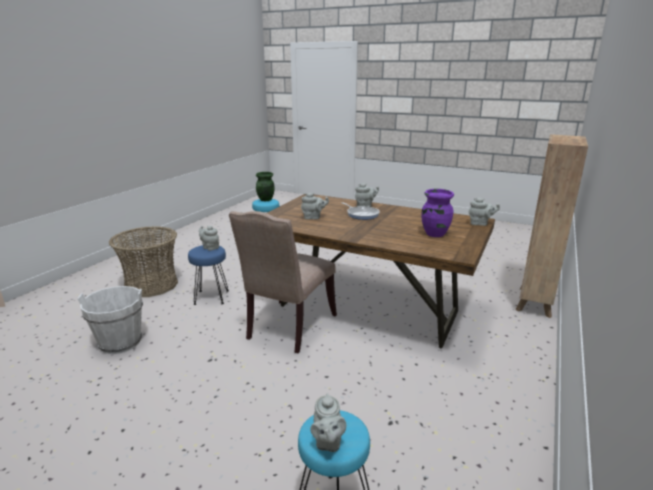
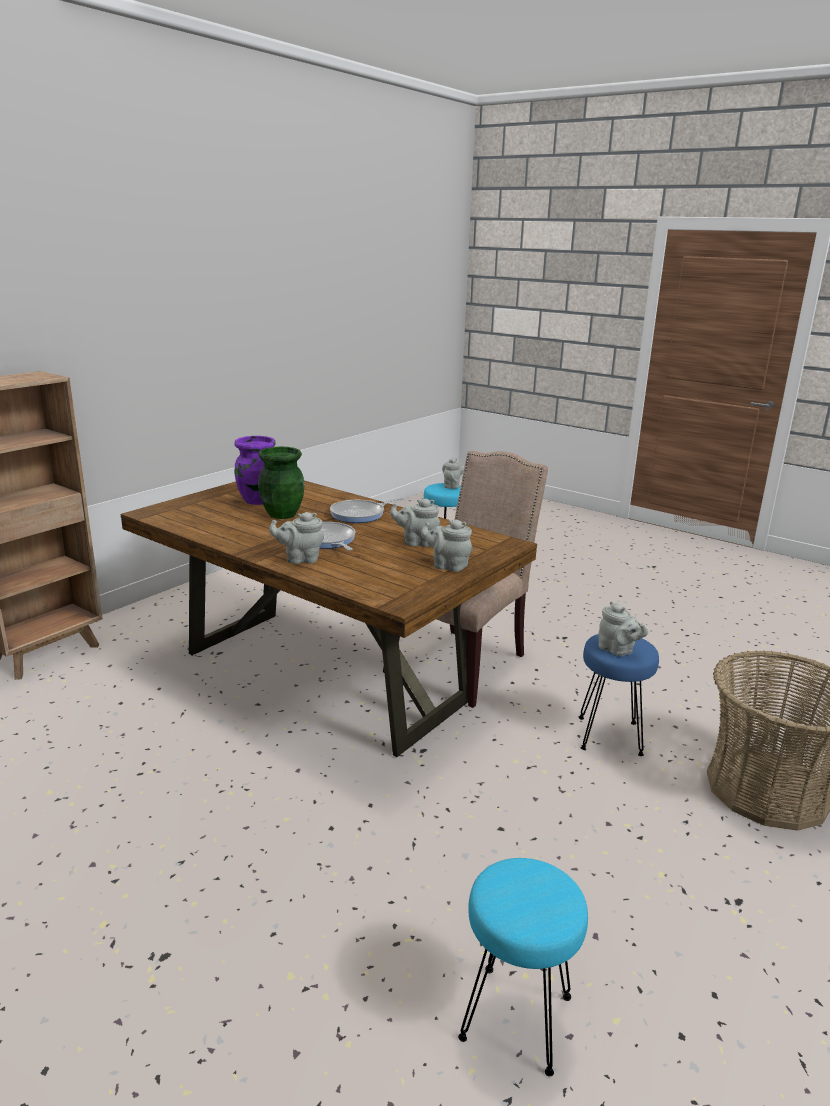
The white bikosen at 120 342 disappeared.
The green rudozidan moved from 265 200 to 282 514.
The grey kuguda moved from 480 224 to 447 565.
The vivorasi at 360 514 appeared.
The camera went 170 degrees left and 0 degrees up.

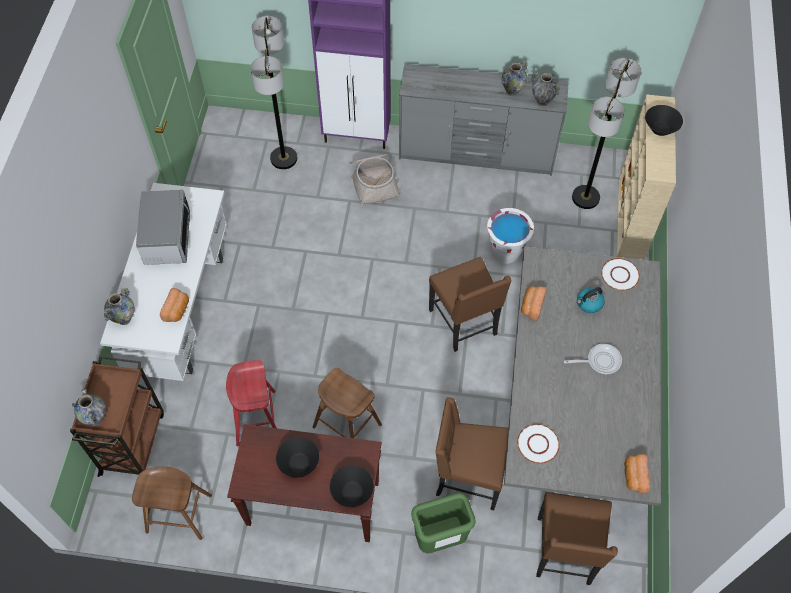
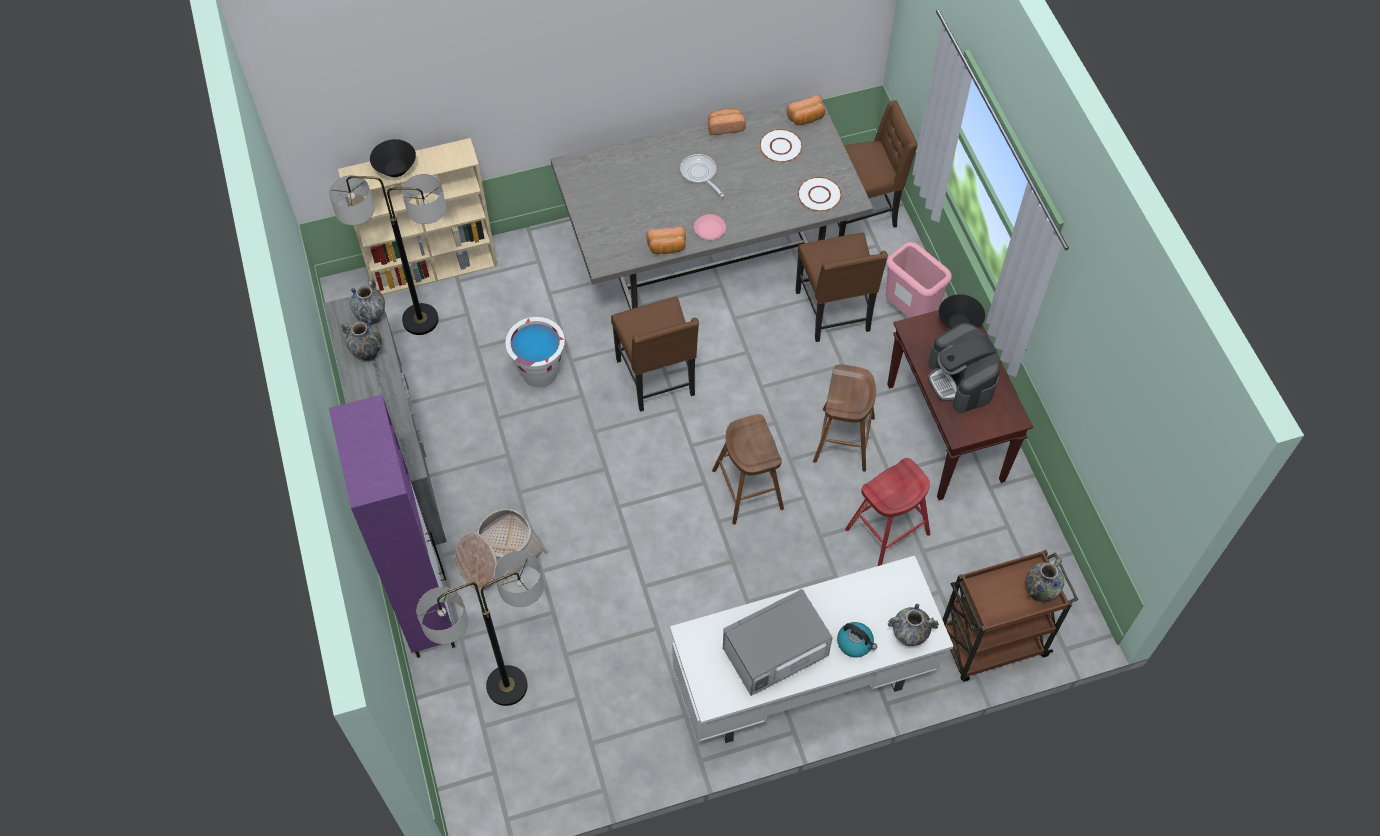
The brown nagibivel moved from 178 513 to 748 489.
The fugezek moved from 177 310 to 725 126.
The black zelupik at 299 463 was replaced by the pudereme at 960 380.
The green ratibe at 440 539 became the pink ratibe at 910 312.
The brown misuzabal at 464 323 turned 120 degrees clockwise.
The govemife moved from 589 303 to 855 643.
The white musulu moved from 619 275 to 781 147.
The pink musulu at 710 229 appeared.
The camera went 115 degrees left and 0 degrees up.

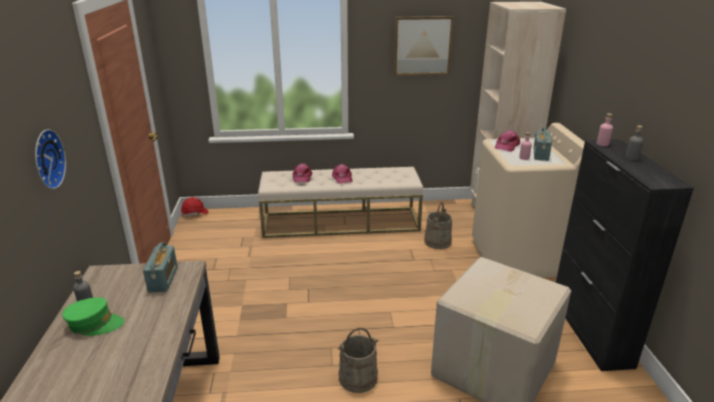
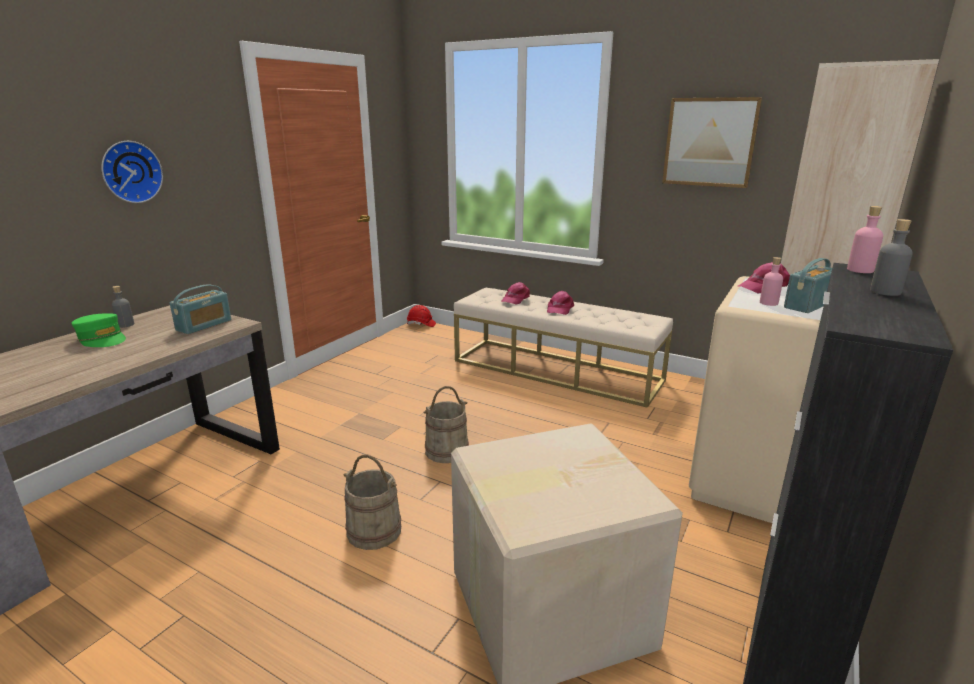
The beige bikosen moved from 437 241 to 446 450.
The camera went 35 degrees right and 5 degrees down.

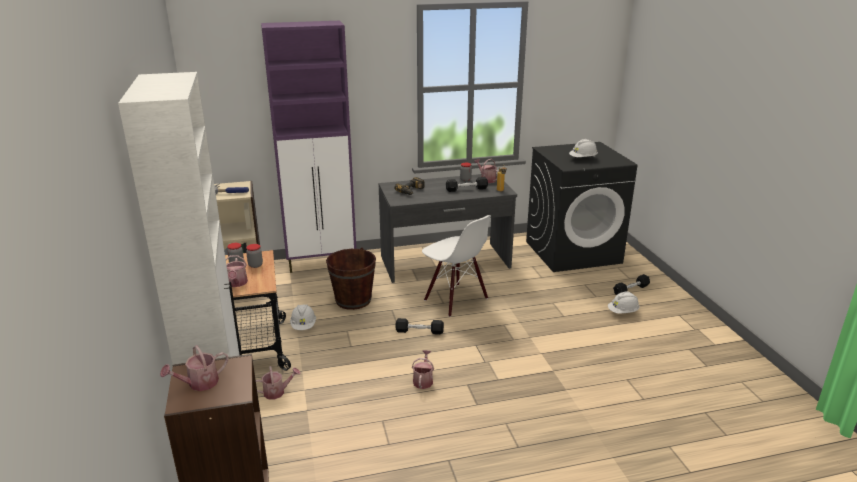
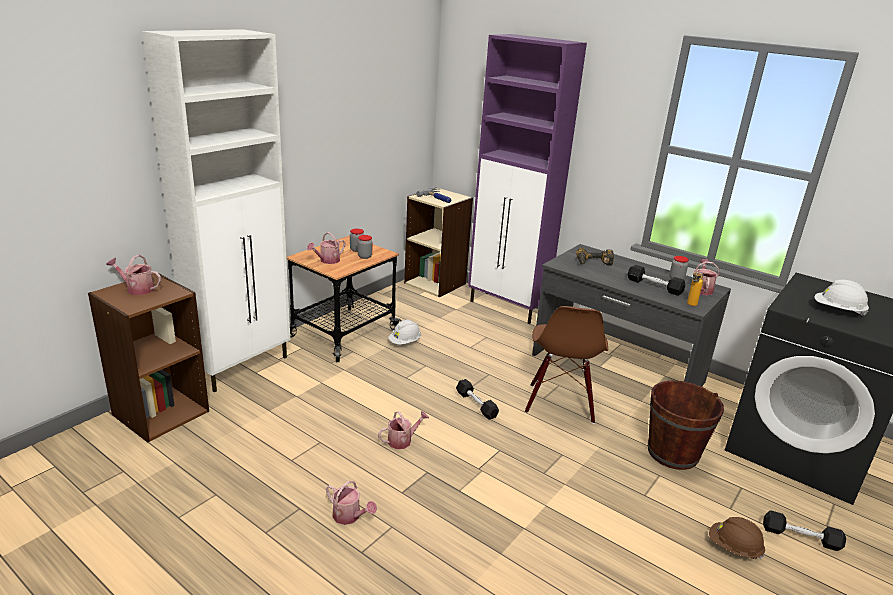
The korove moved from 277 392 to 349 516.
The brown bikosen moved from 353 300 to 673 453.
The white misuzabal at 455 300 became the brown misuzabal at 559 403.
The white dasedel at 623 312 became the brown dasedel at 733 548.
The camera went 50 degrees right and 0 degrees up.

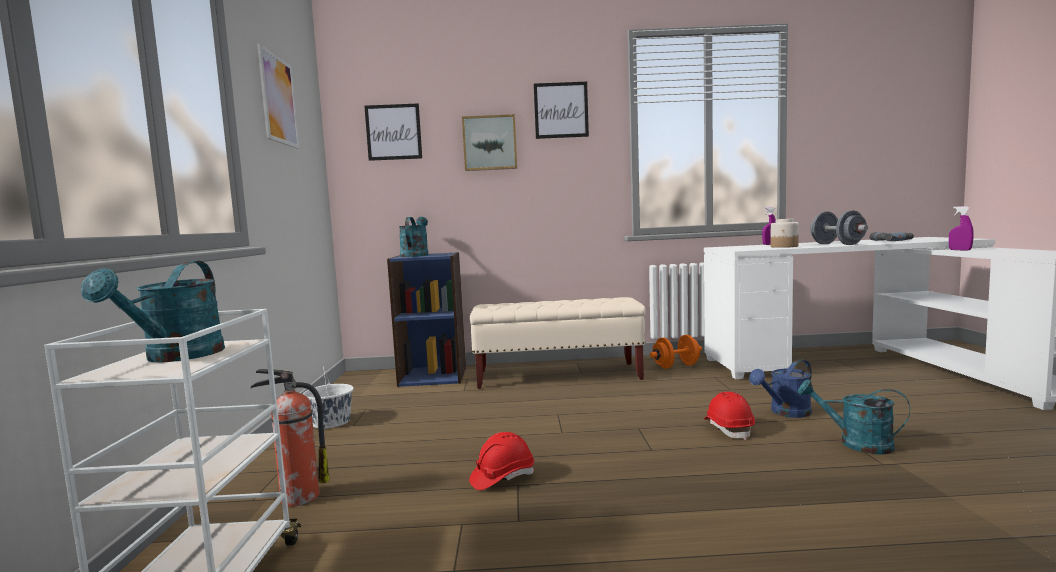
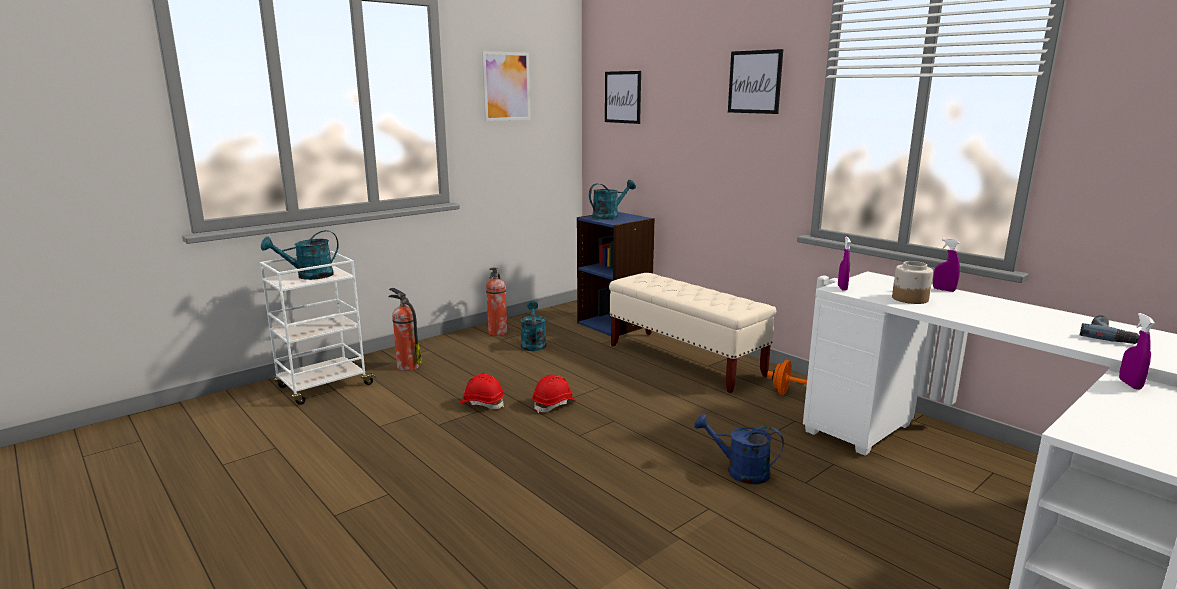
The white bikosen at 331 422 was replaced by the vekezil at 497 333.
The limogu at 490 143 disappeared.
The red dasedel moved from 728 428 to 554 404.
The turquoise korove moved from 856 443 to 533 344.
The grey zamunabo at 837 244 disappeared.
The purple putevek at 842 288 appeared.
The camera went 50 degrees right and 10 degrees up.

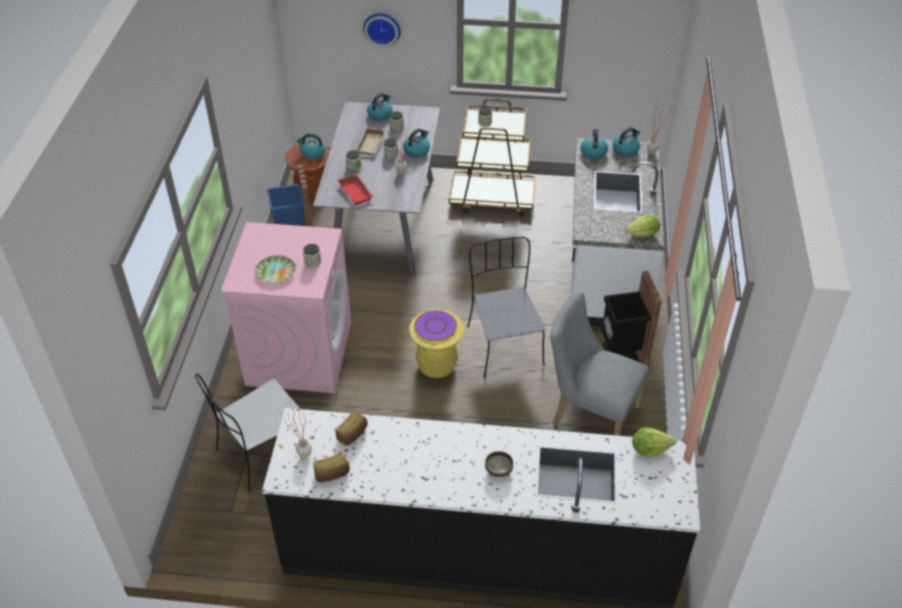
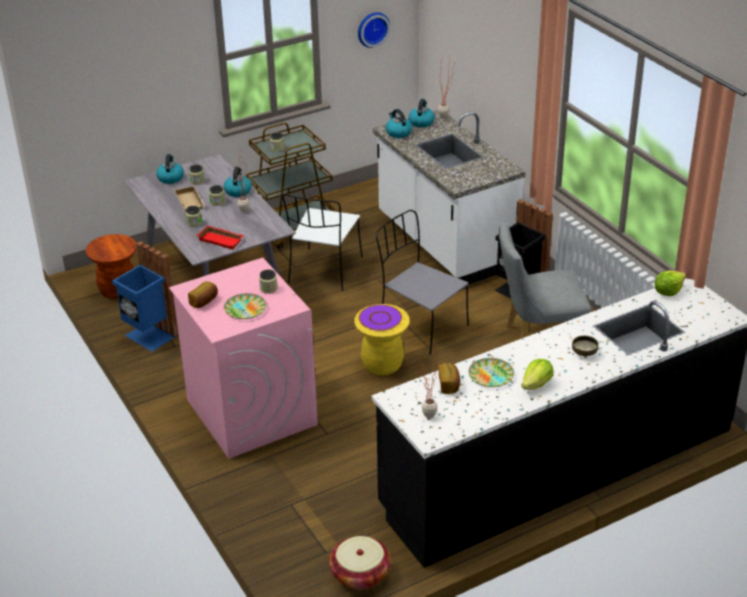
The white misuzabal moved from 263 453 to 325 271.
The govemife at 312 153 disappeared.
The fugezek moved from 332 474 to 204 301.
The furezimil moved from 382 28 to 372 28.
The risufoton moved from 643 235 to 536 385.
The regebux at 360 574 appeared.
The musulu at 491 375 appeared.
The camera went 35 degrees left and 10 degrees down.

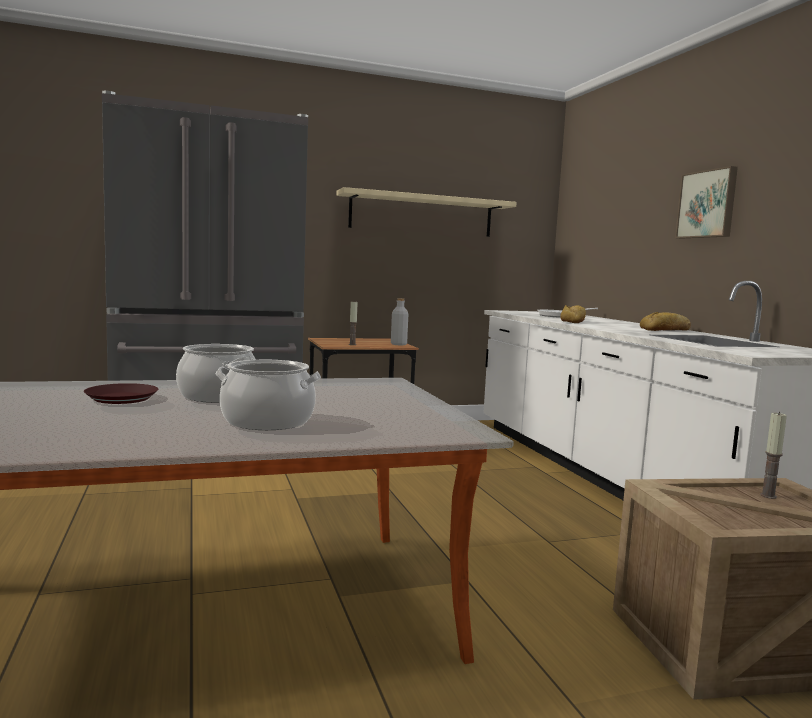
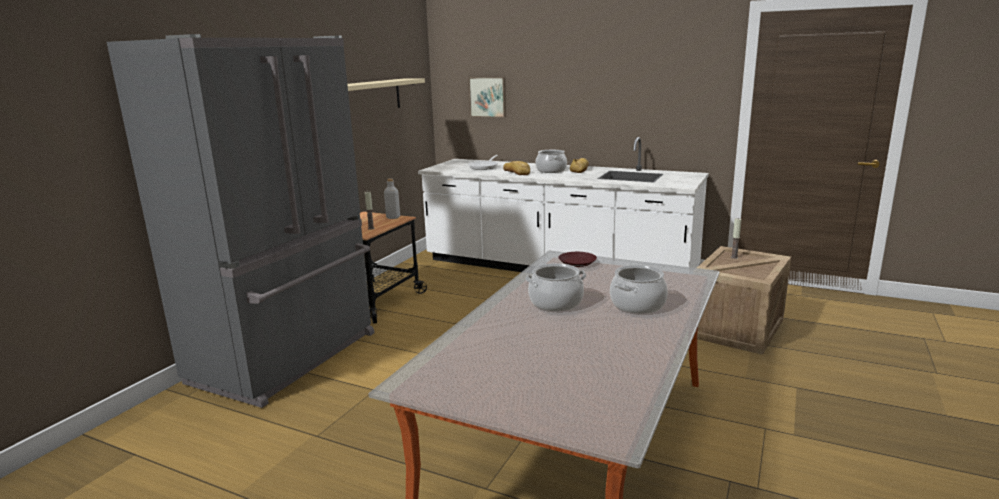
The brown musulu moved from 122 398 to 577 262.
The limogu moved from 707 204 to 488 97.
The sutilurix at 551 170 appeared.
The camera went 45 degrees left and 10 degrees up.

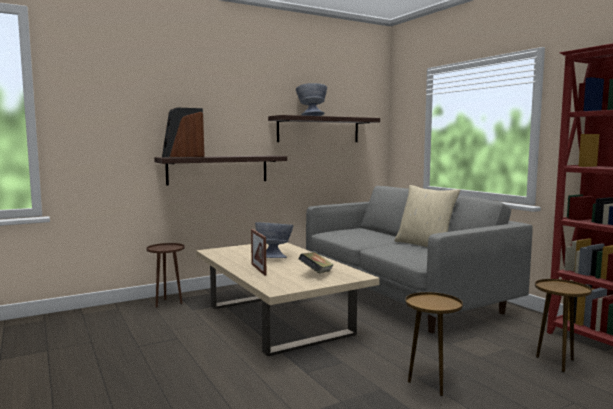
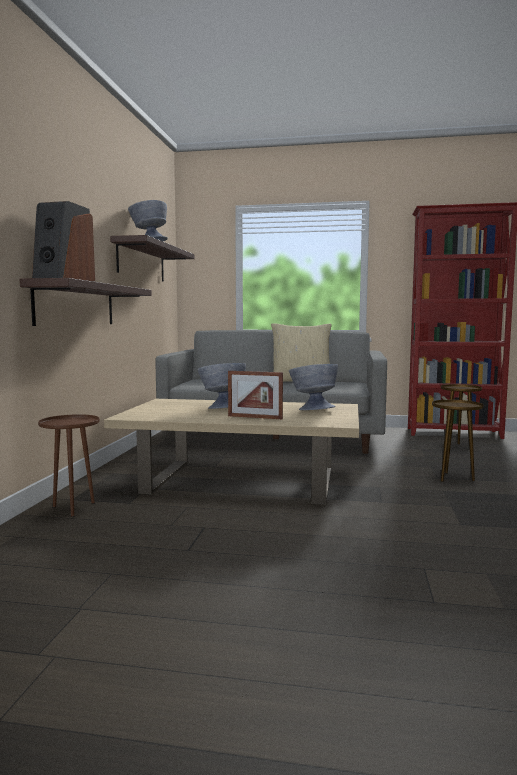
The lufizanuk at 316 274 was replaced by the grey zelupik at 312 410.
The camera went 50 degrees left and 0 degrees up.

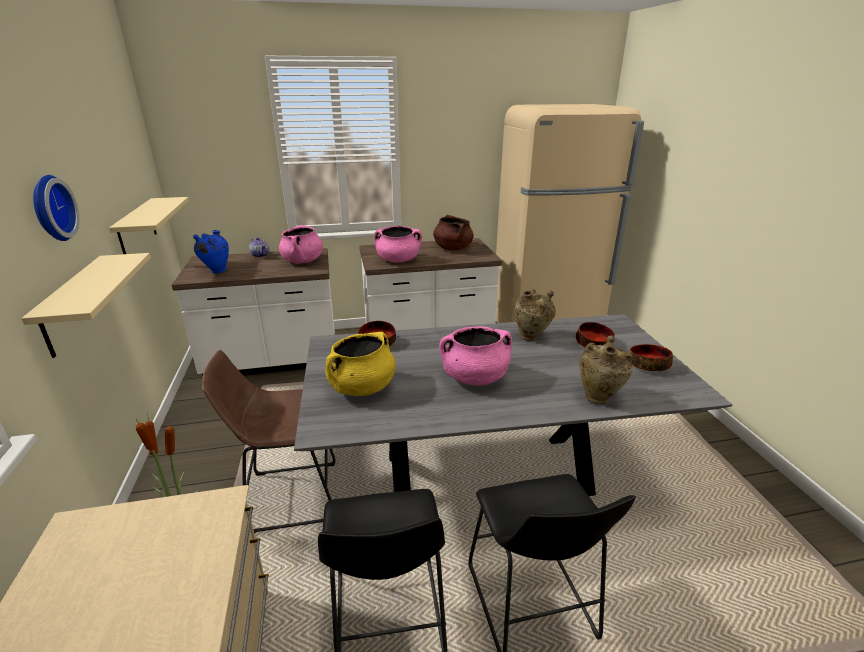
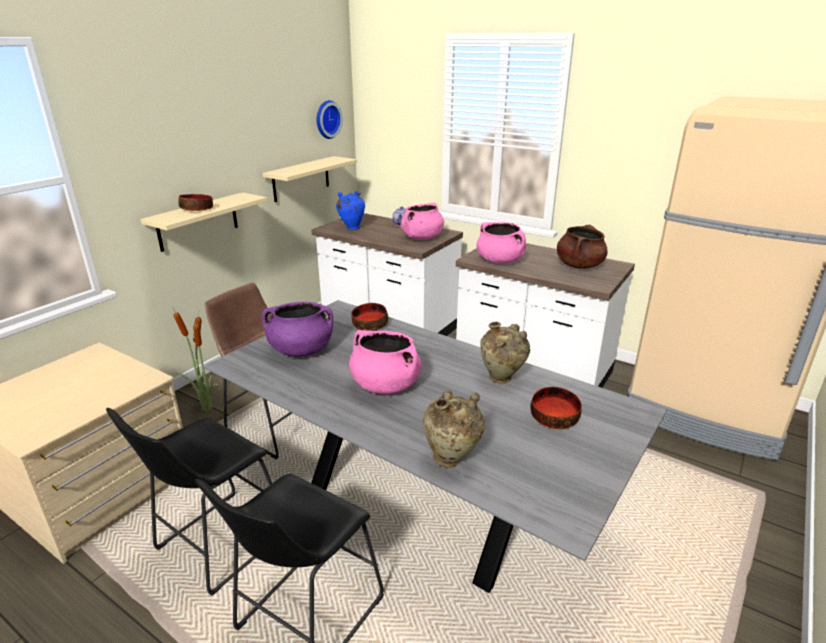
The furezimil moved from 50 208 to 326 119.
The yellow sutilurix at 362 387 became the purple sutilurix at 301 350.
The zelupik moved from 648 365 to 197 209.
The camera went 45 degrees right and 0 degrees up.

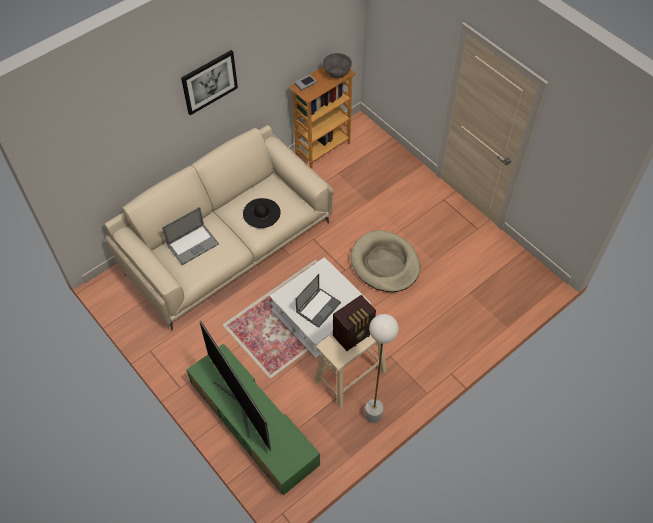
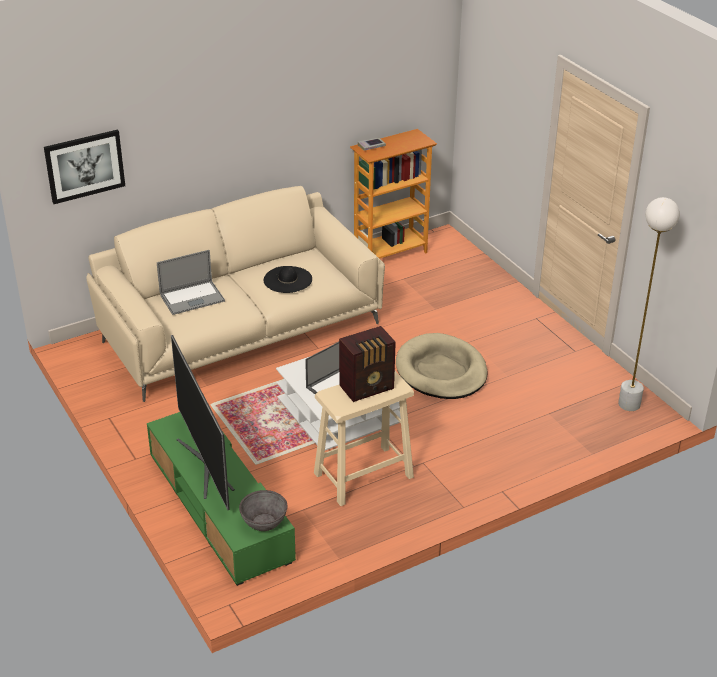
The limogu moved from 209 82 to 84 166.
The grey zelupik moved from 337 72 to 264 522.
The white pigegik moved from 373 415 to 629 404.
The camera went 10 degrees right and 20 degrees down.

